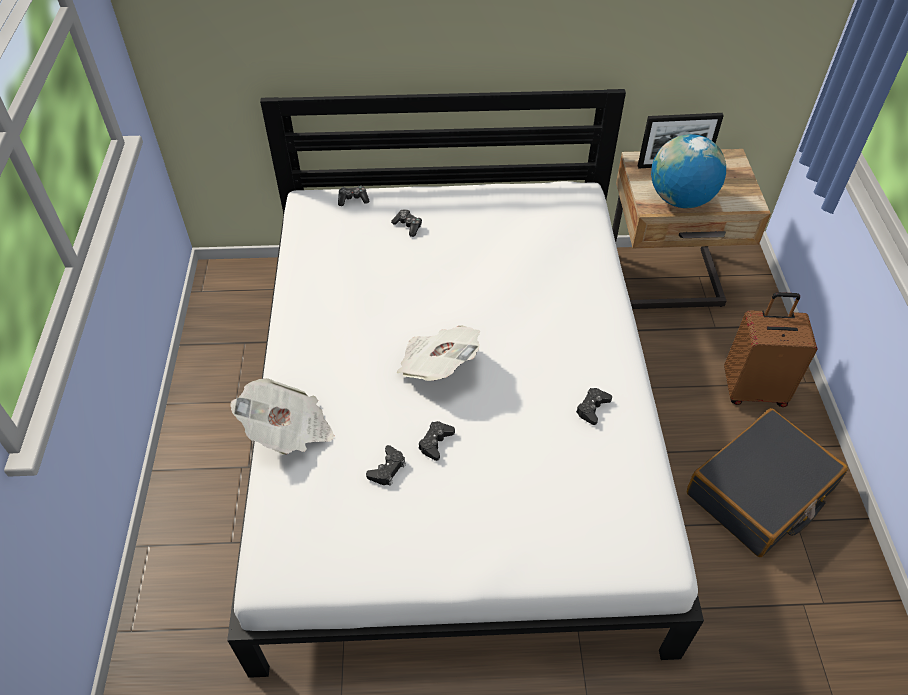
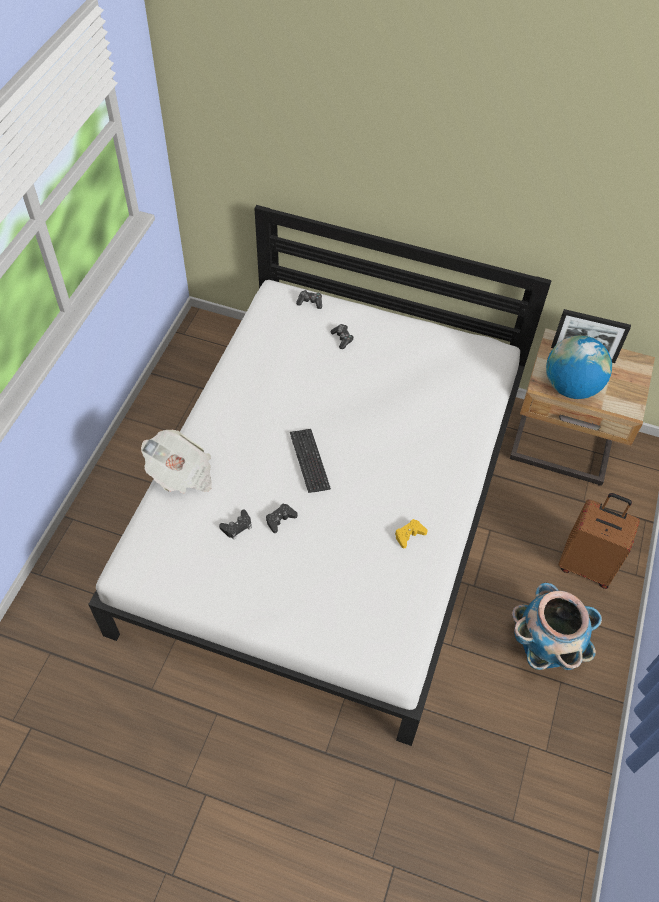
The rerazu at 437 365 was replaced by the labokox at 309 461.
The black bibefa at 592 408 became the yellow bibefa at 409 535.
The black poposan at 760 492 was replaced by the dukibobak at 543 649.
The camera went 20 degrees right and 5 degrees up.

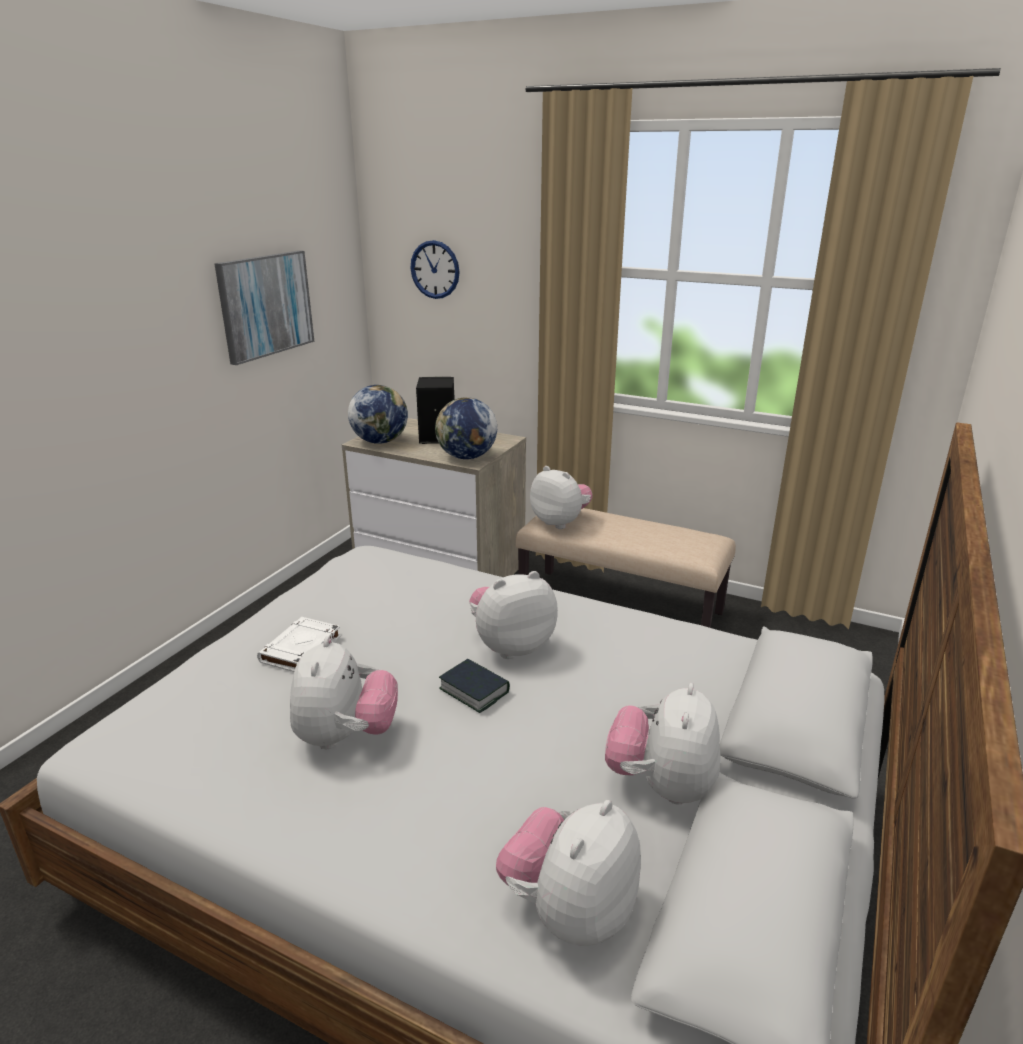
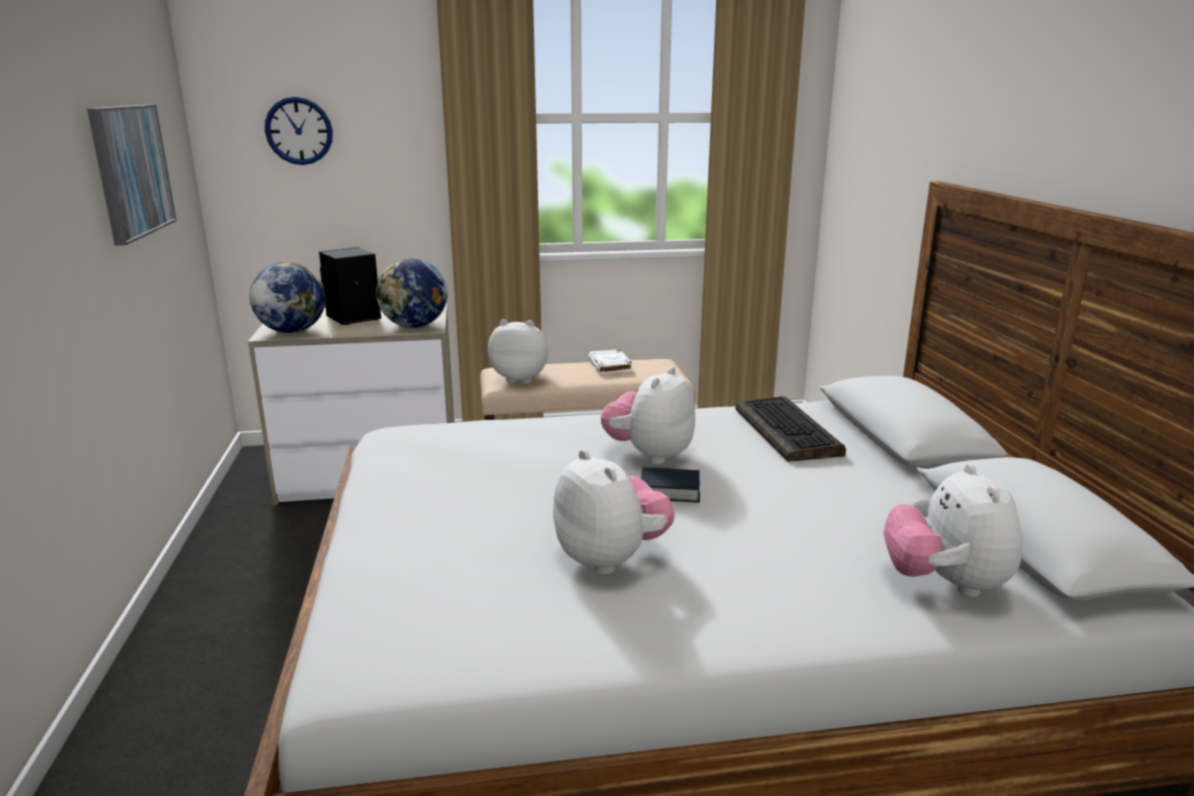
The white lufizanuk moved from 300 650 to 610 366.
The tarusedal at 661 785 disappeared.
The labokox at 788 432 appeared.
The camera went 35 degrees left and 5 degrees down.

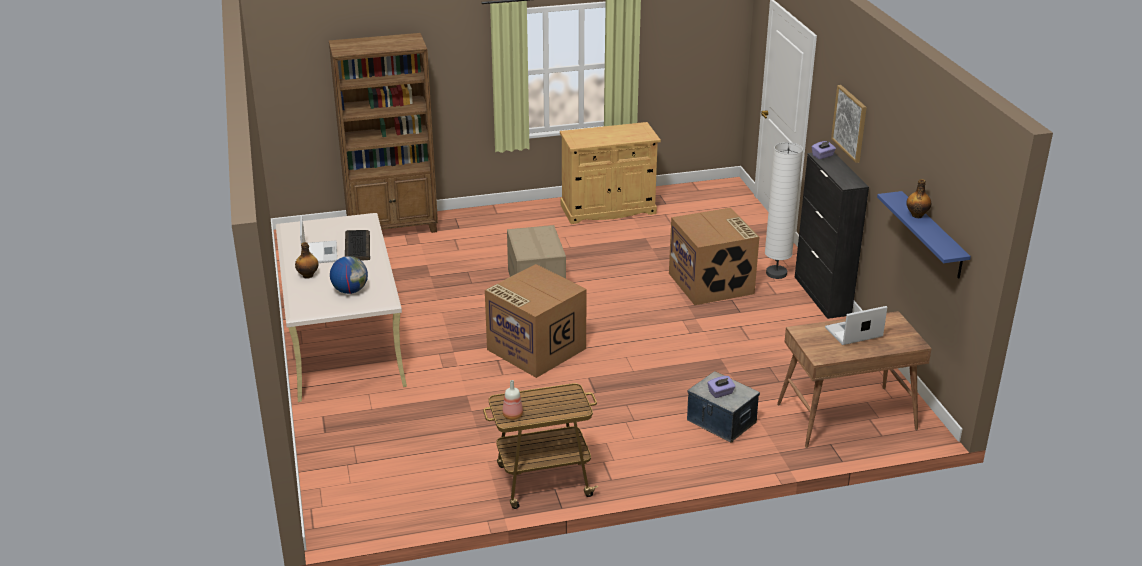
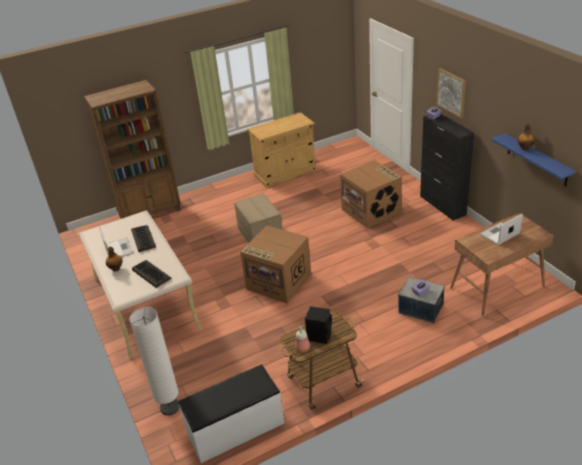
The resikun at 350 290 was replaced by the labokox at 151 274.
The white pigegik moved from 776 273 to 170 408.
The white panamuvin at 236 429 appeared.
The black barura at 319 335 appeared.
The camera went 10 degrees left and 5 degrees up.

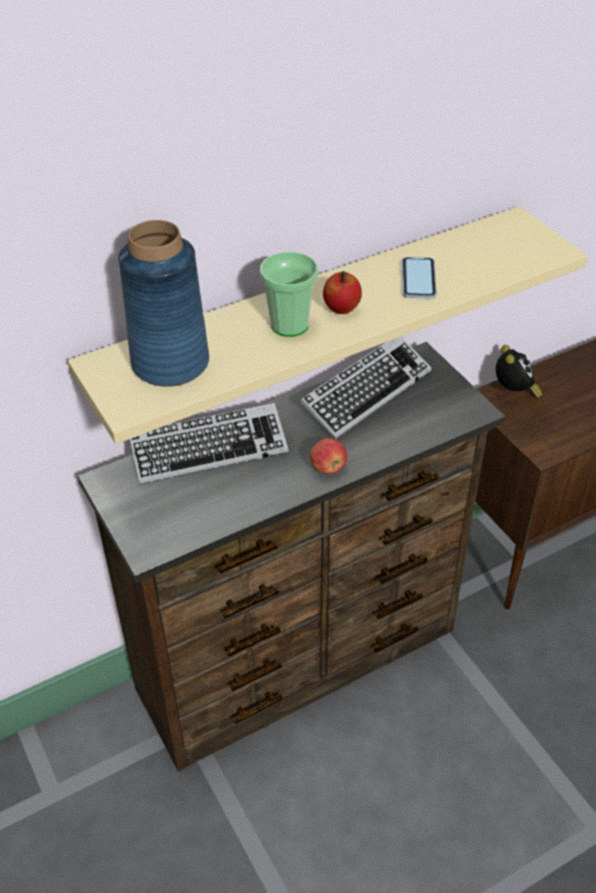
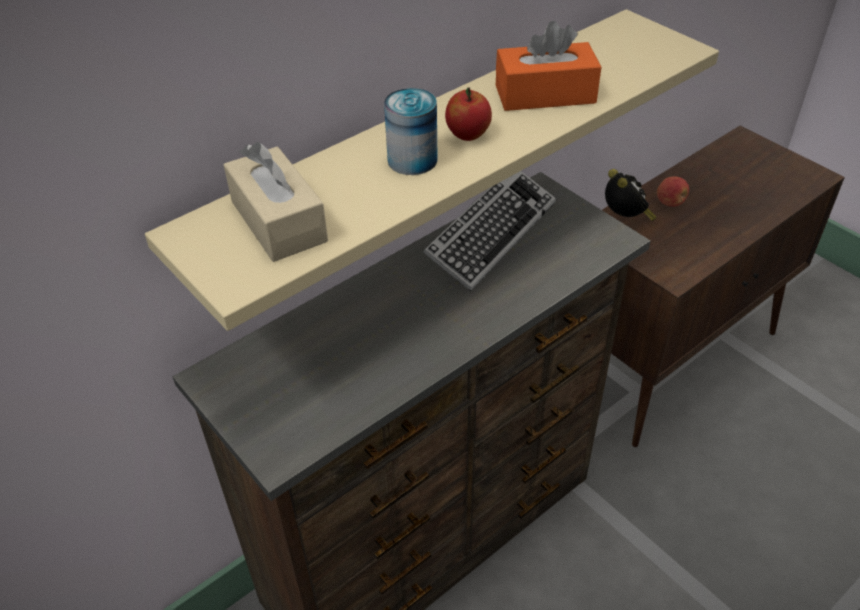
The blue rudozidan at 171 363 was replaced by the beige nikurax at 278 221.
The labokox at 209 450 disappeared.
The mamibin at 289 325 was replaced by the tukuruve at 412 160.
The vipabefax moved from 328 468 to 670 202.
The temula at 418 279 was replaced by the orange nikurax at 545 94.
The camera went 10 degrees left and 0 degrees up.

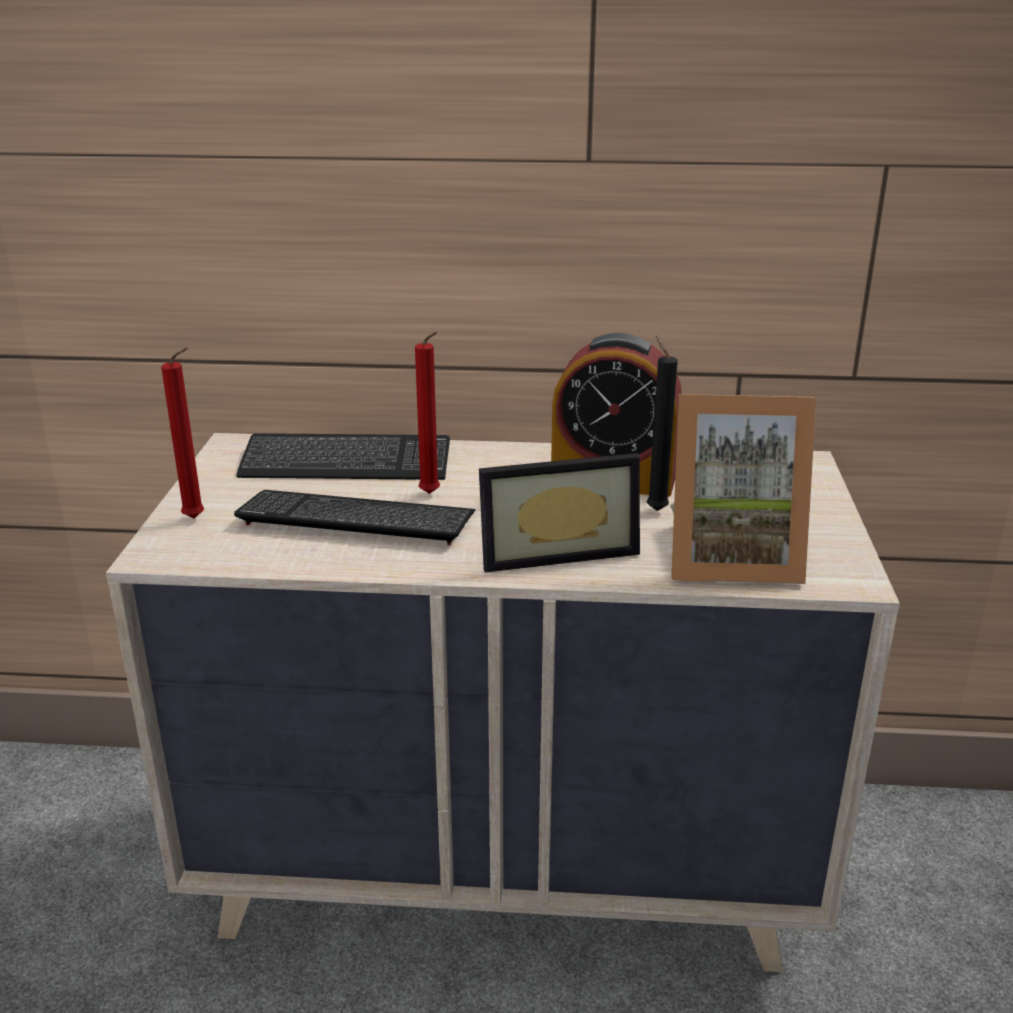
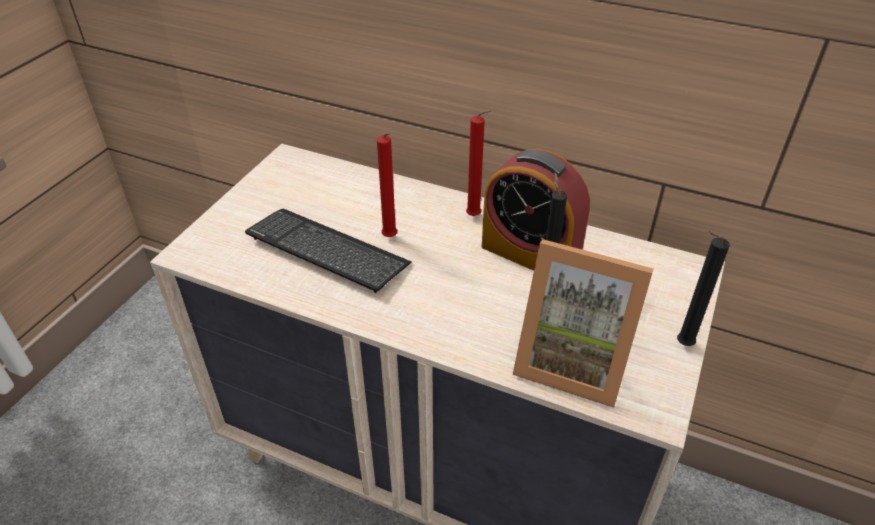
The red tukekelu moved from 197 518 to 475 217.
The labokox at 346 462 disappeared.
The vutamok at 555 550 disappeared.
The black tukekelu at 681 344 appeared.
The camera went 20 degrees right and 15 degrees up.

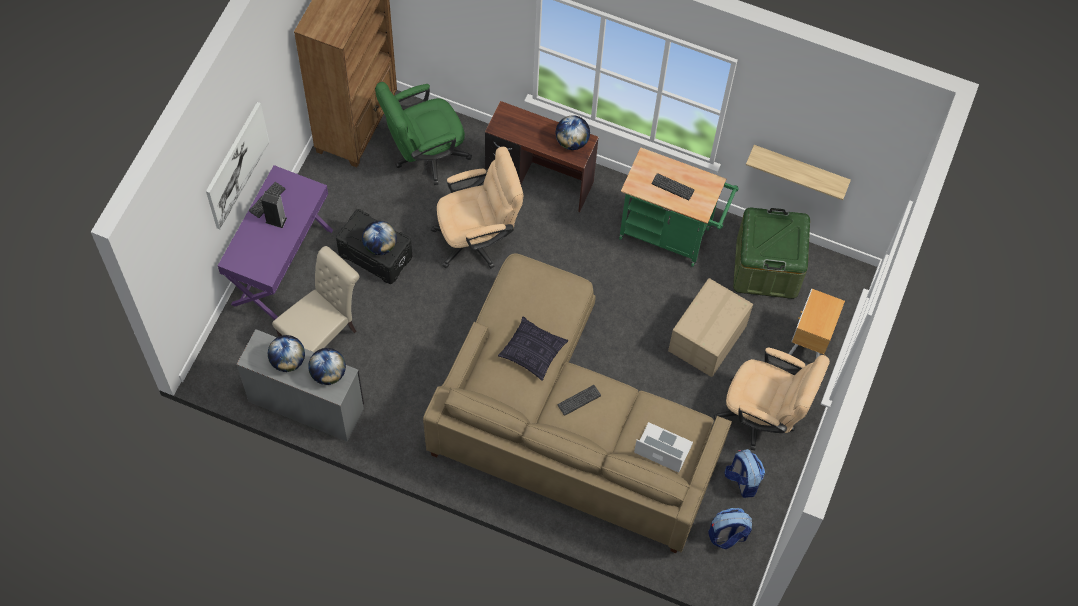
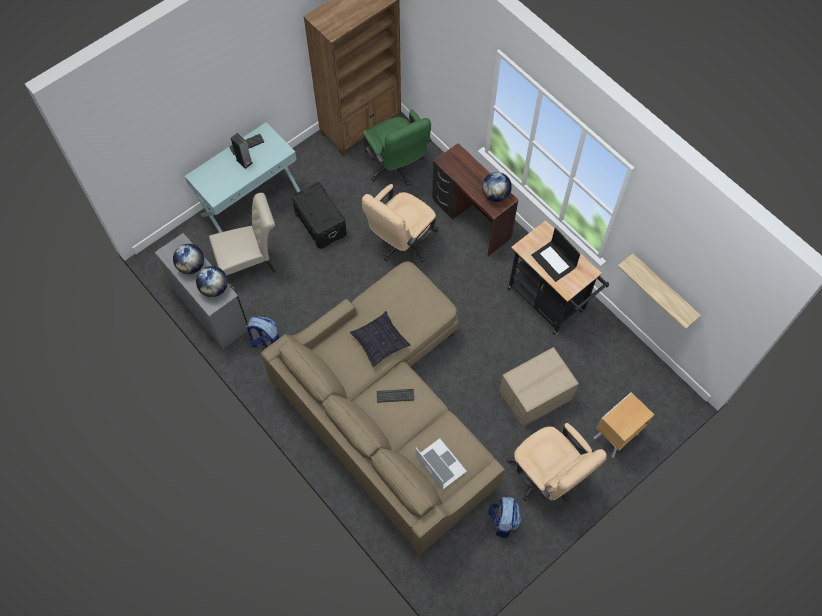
The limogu at 236 165 disappeared.
The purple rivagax at 282 266 became the turquoise rivagax at 251 203.
The resikun at 380 246 disappeared.
The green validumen at 424 155 turned 120 degrees counterclockwise.
The beige validumen at 478 238 turned 120 degrees clockwise.
The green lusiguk at 670 235 became the black lusiguk at 549 303.
The labokox at 672 187 was replaced by the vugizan at 554 261.
The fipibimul moved from 727 535 to 265 341.
The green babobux at 766 267 disappeared.
The camera went 30 degrees right and 0 degrees up.

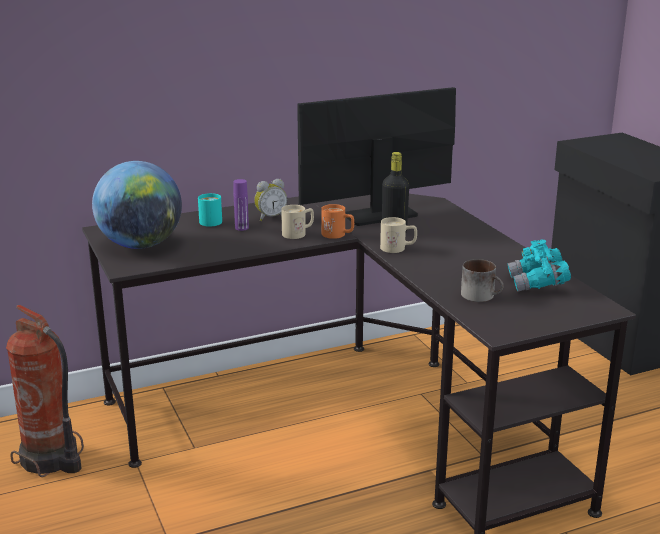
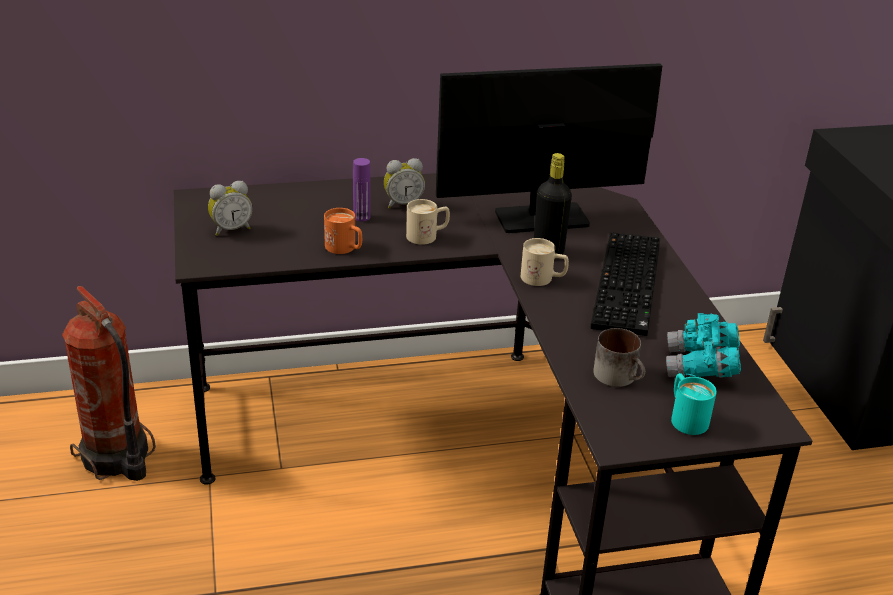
The resikun at 141 245 was replaced by the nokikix at 231 229.
The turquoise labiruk moved from 208 220 to 685 417.
The orange labiruk moved from 338 235 to 345 249.
The labokox at 629 286 appeared.
The camera went 10 degrees right and 10 degrees up.

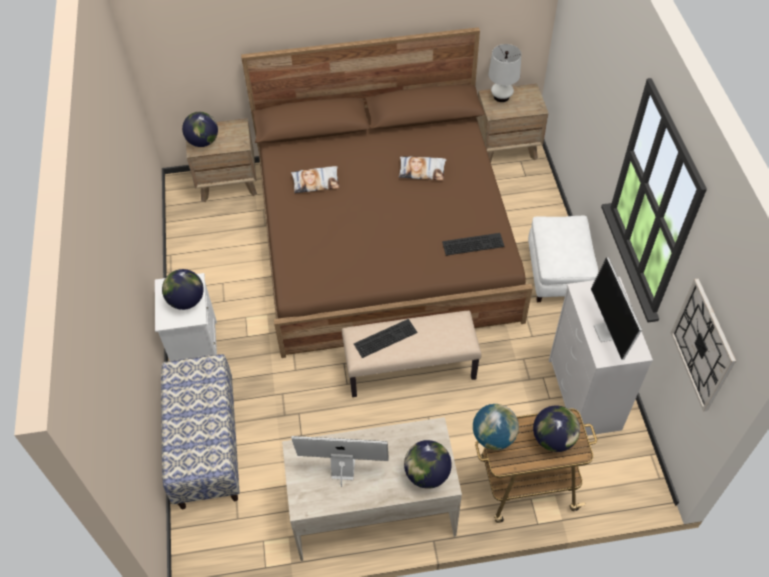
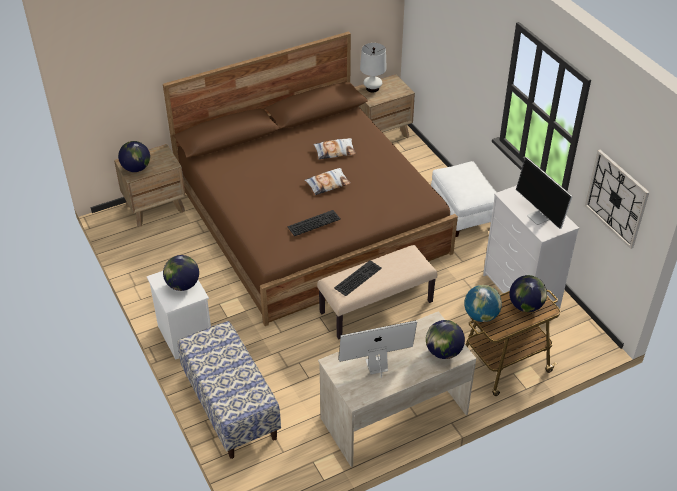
The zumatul moved from 316 182 to 327 184.
The labokox moved from 473 243 to 314 222.
The camera went 20 degrees left and 10 degrees down.

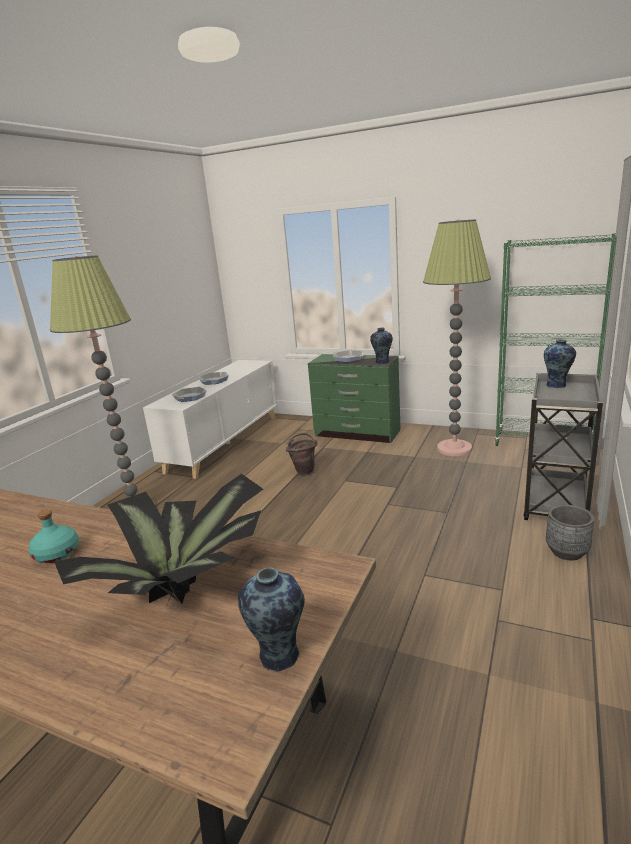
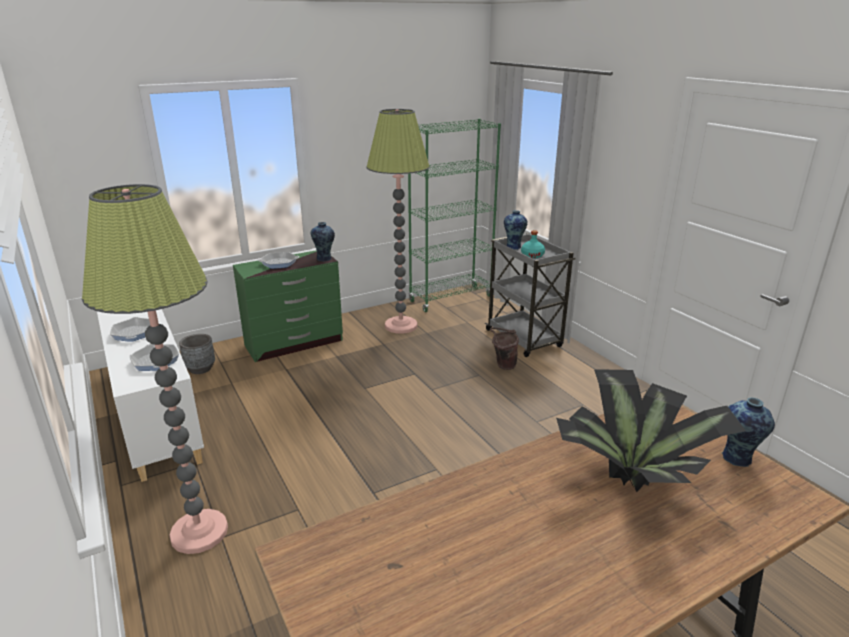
The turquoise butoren moved from 57 554 to 532 255.
The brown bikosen moved from 304 471 to 503 365.
The grey dukibobak moved from 566 552 to 200 369.
The camera went 55 degrees left and 5 degrees up.

